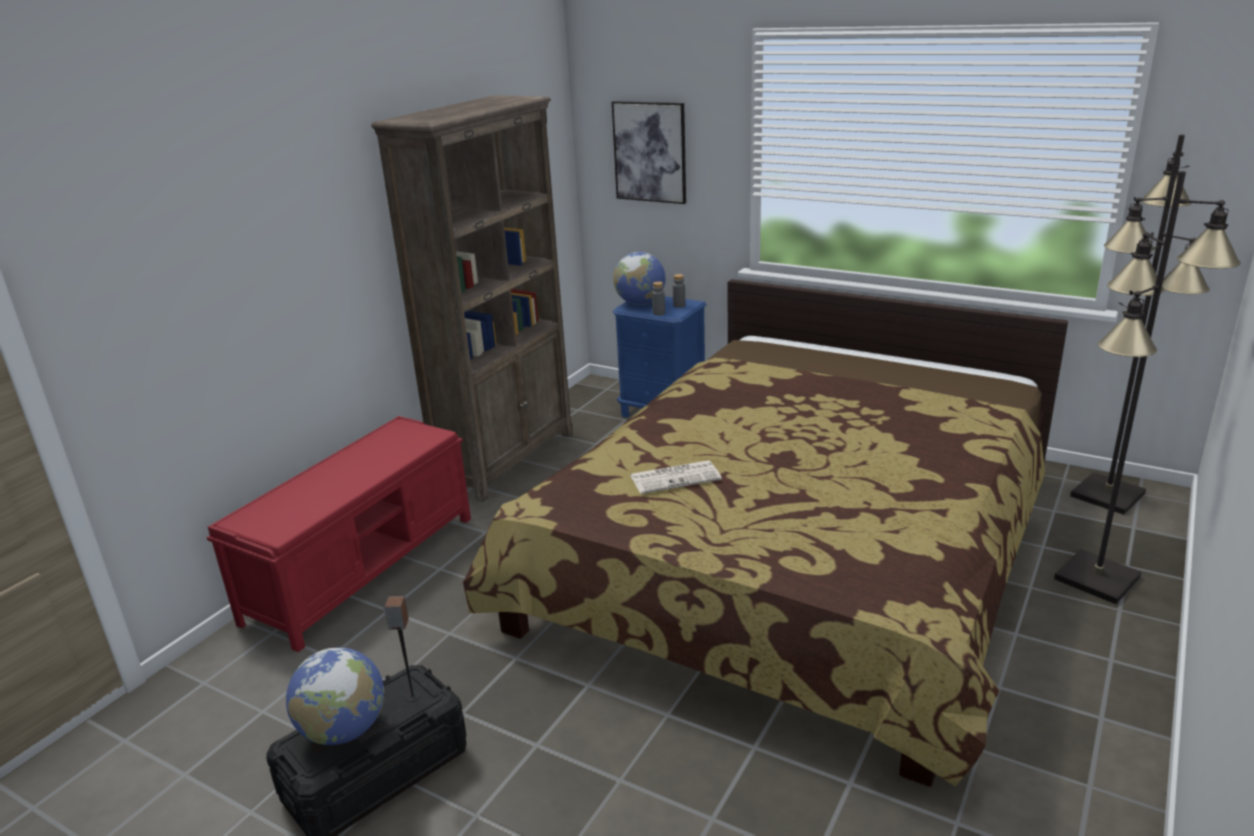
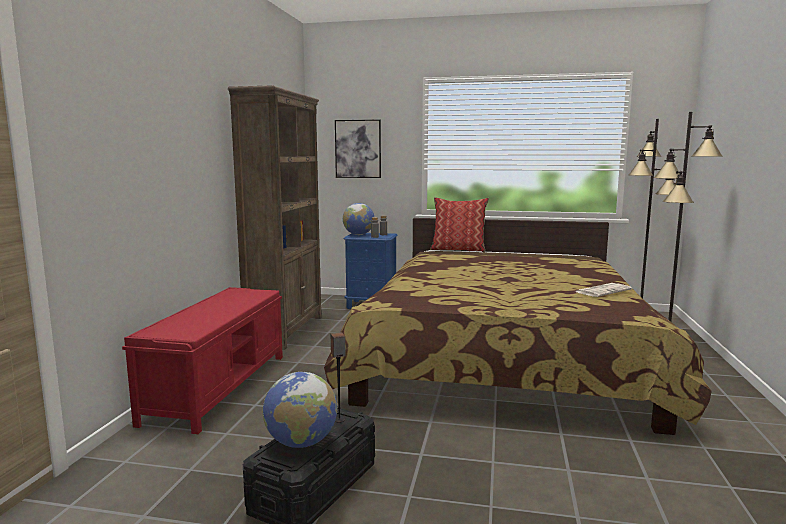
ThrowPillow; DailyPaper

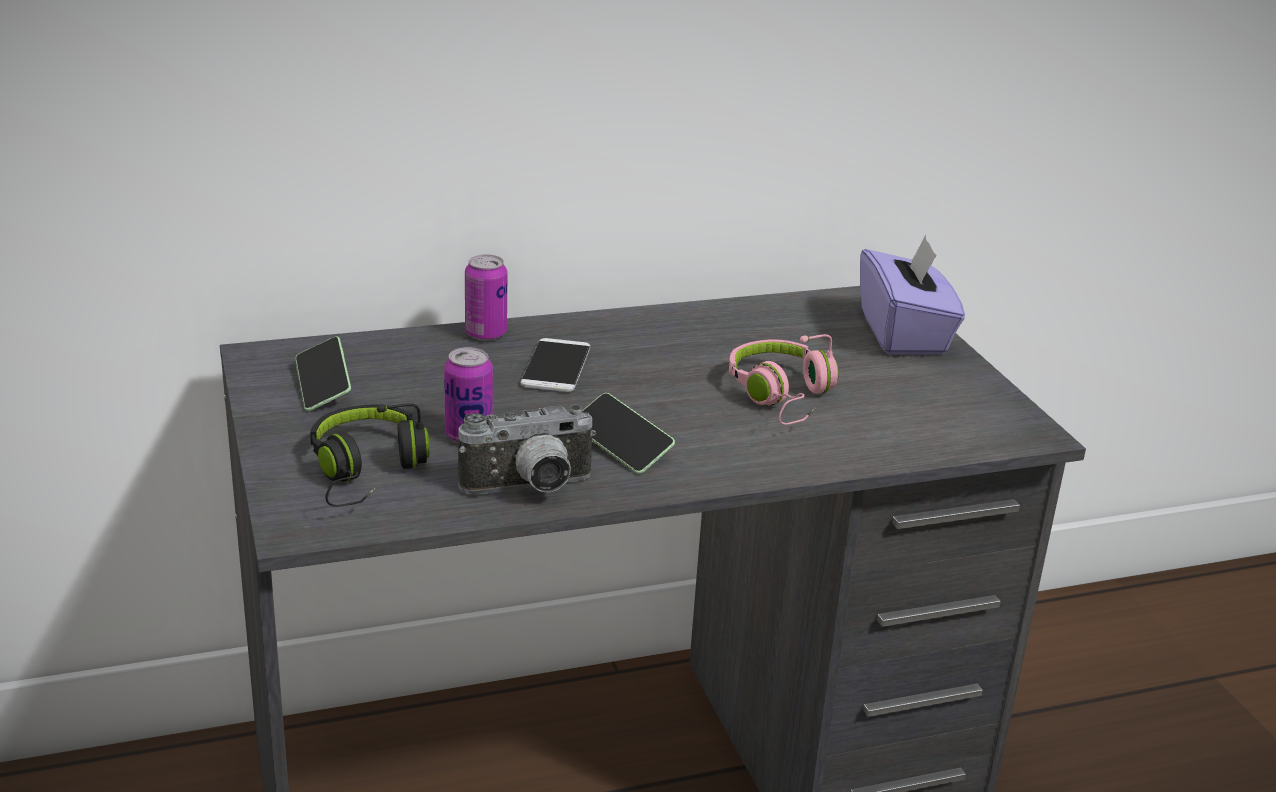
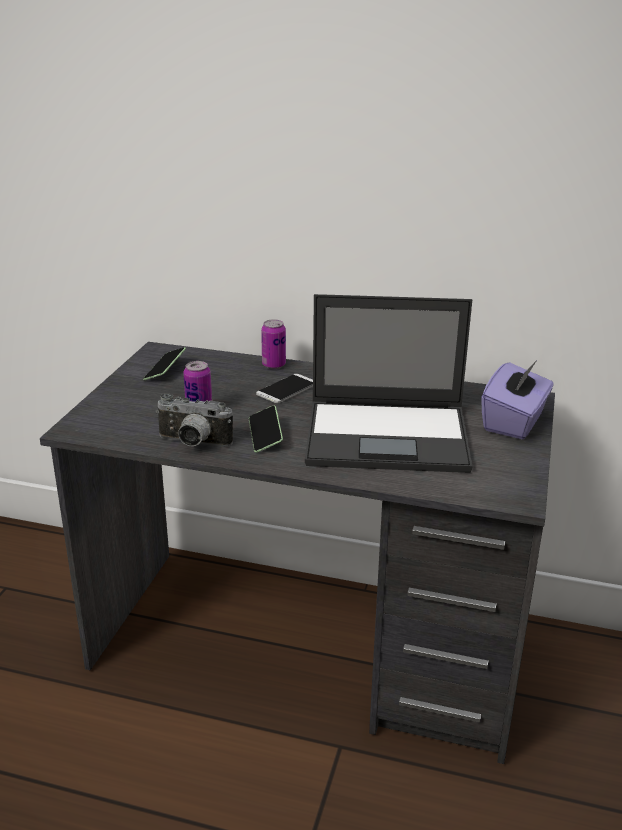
NotebookComputer; BlackPairOfHeadphones

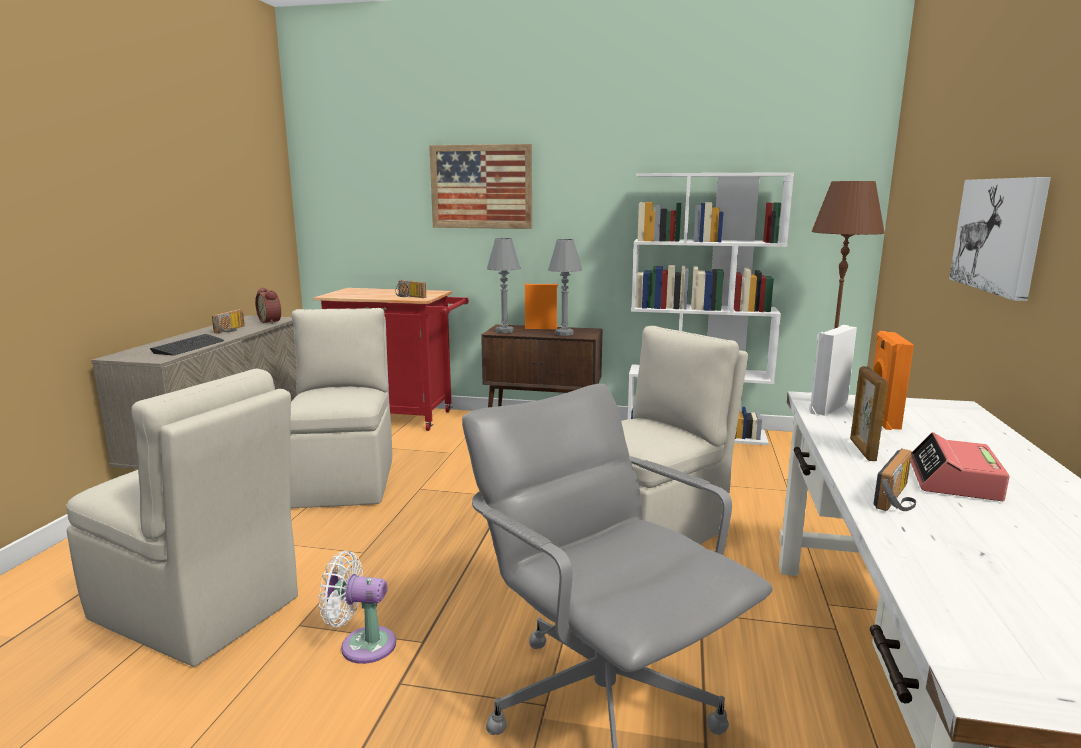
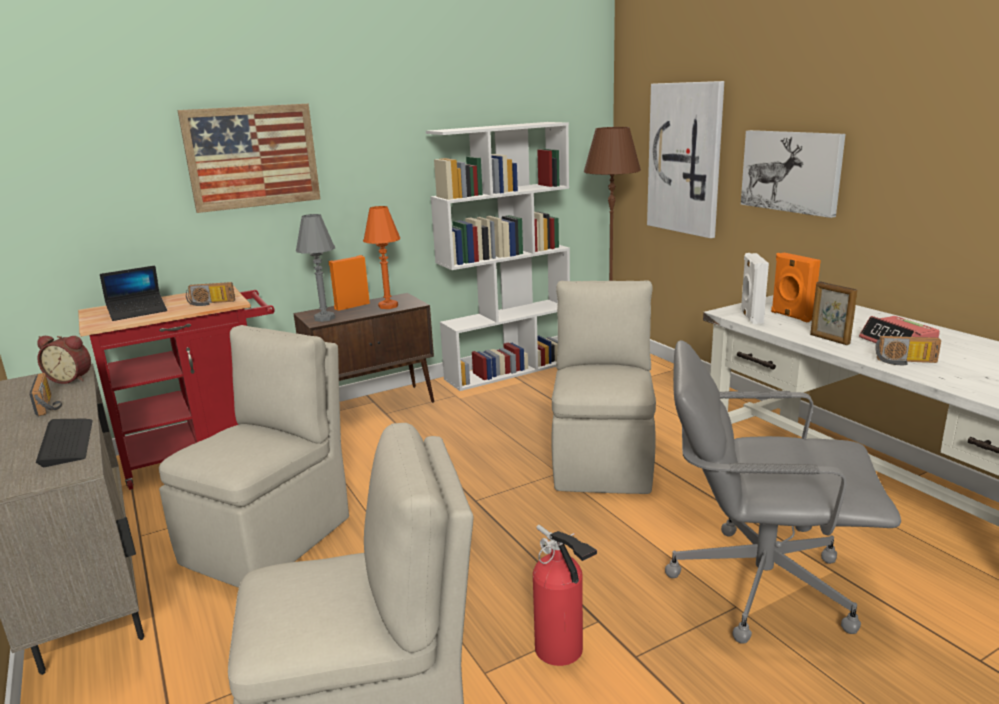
NotebookComputer; BeigeColouredUprightChair (no. 1 from left); OrangeTabletopLamp; FireExtinguisher; WallPicture (no. 2 from left); RadioSet (no. 3 from left)

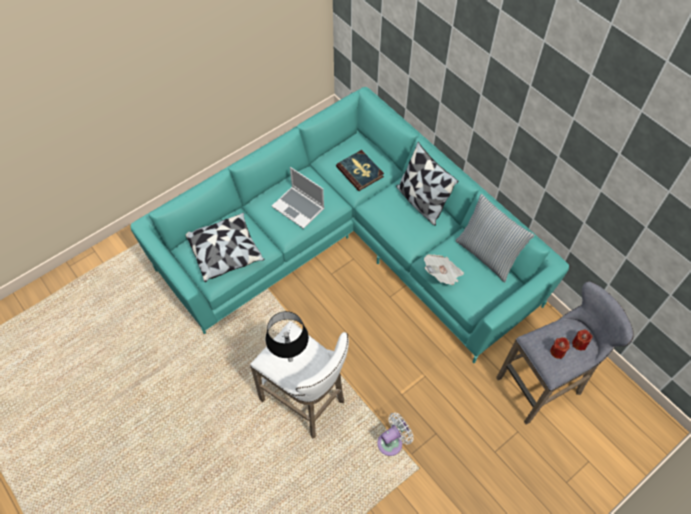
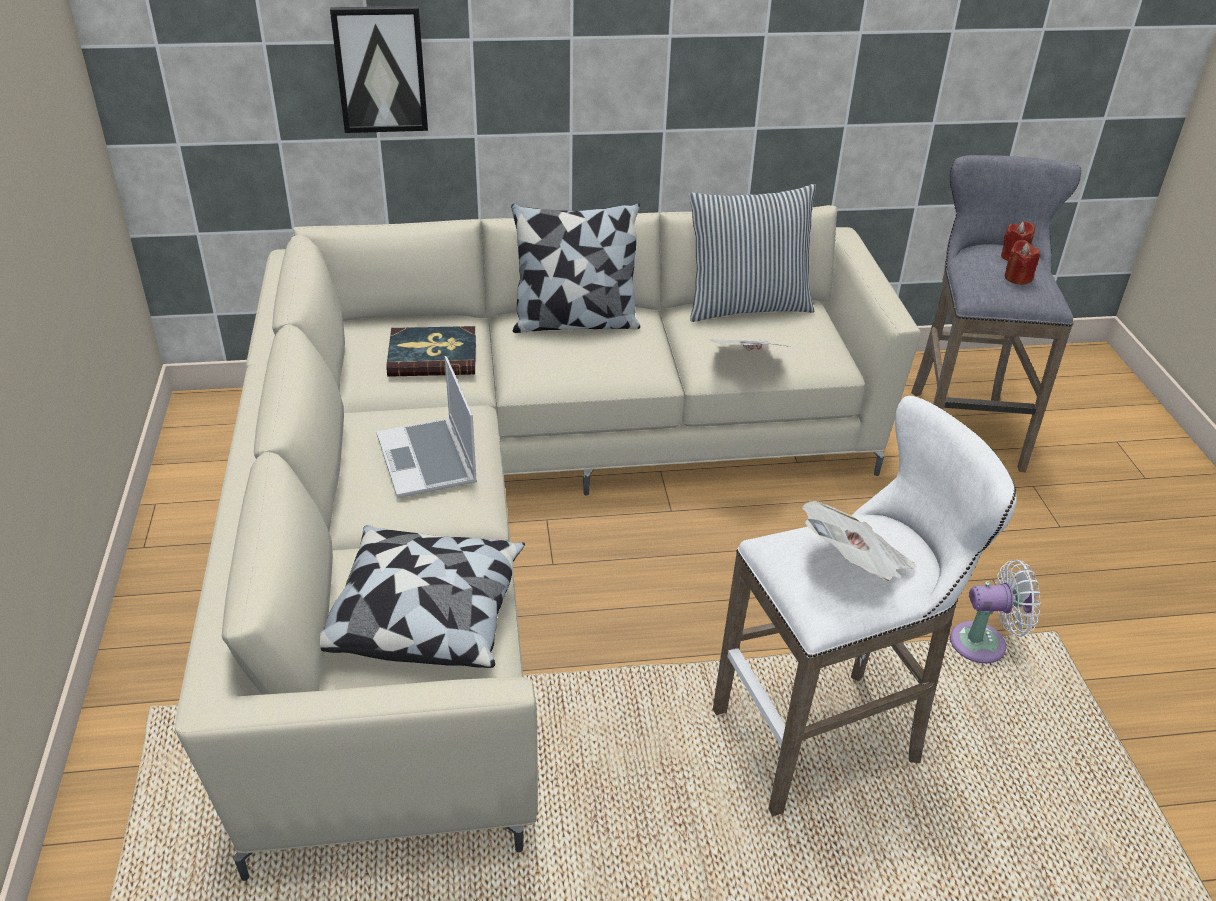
BeigeColouredCouch; WallPicture; NotebookComputer; DailyPaper (no. 2 from left); WhitishElectricFan

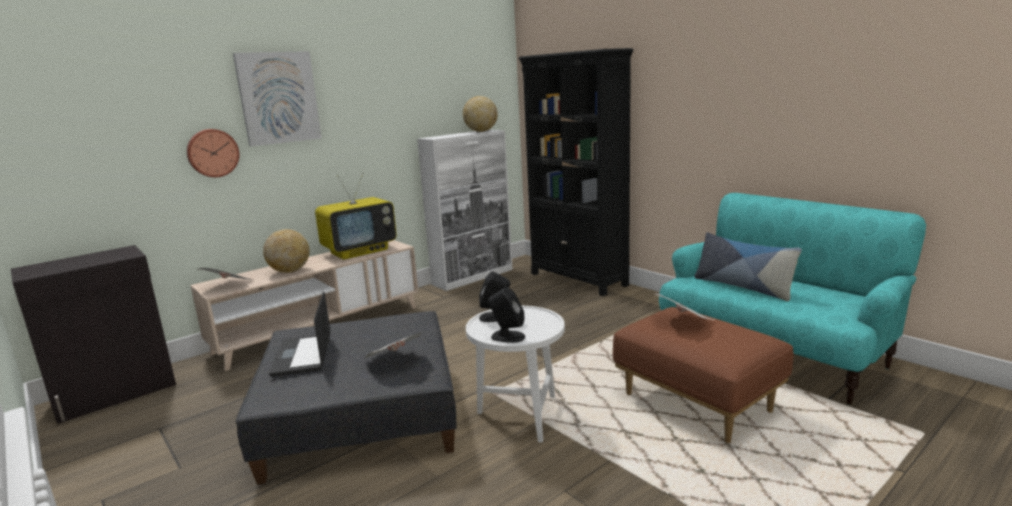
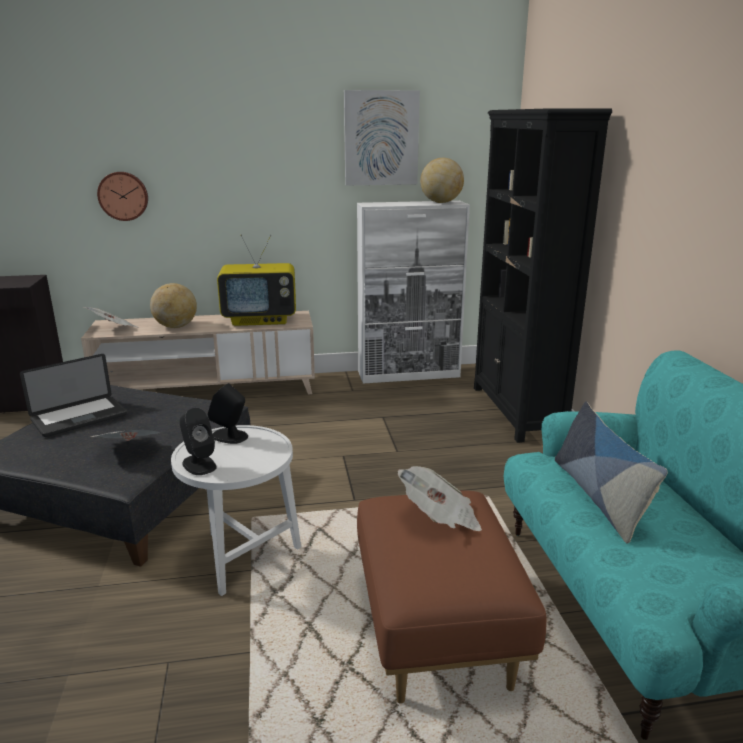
NotebookComputer; WallPicture

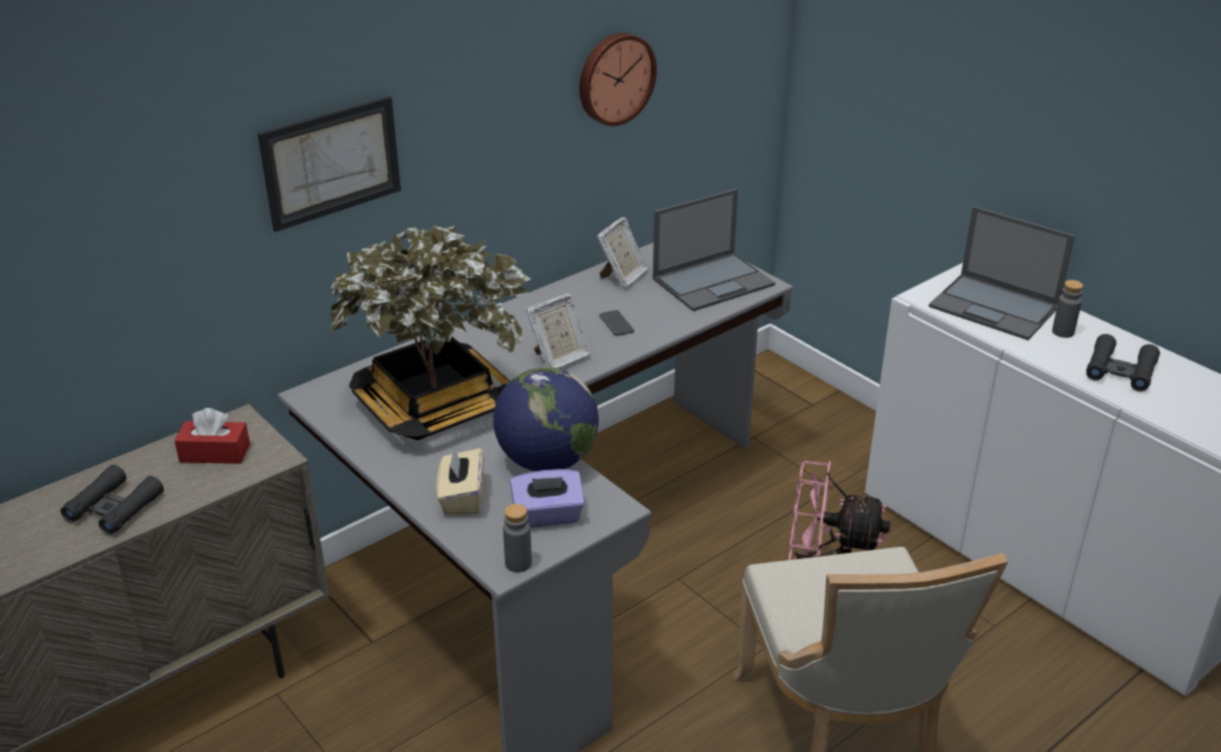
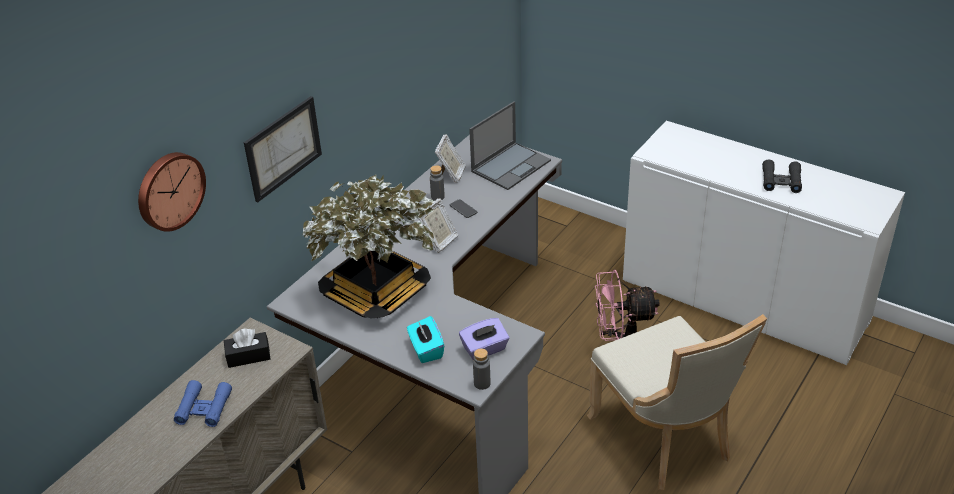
WallClock; BluishBinoculars; BlackTissueBox; TurquoiseColouredTissueBox; GreyishDrinkBottle (no. 1 from left); Globe; NotebookComputer (no. 2 from left in the first image)

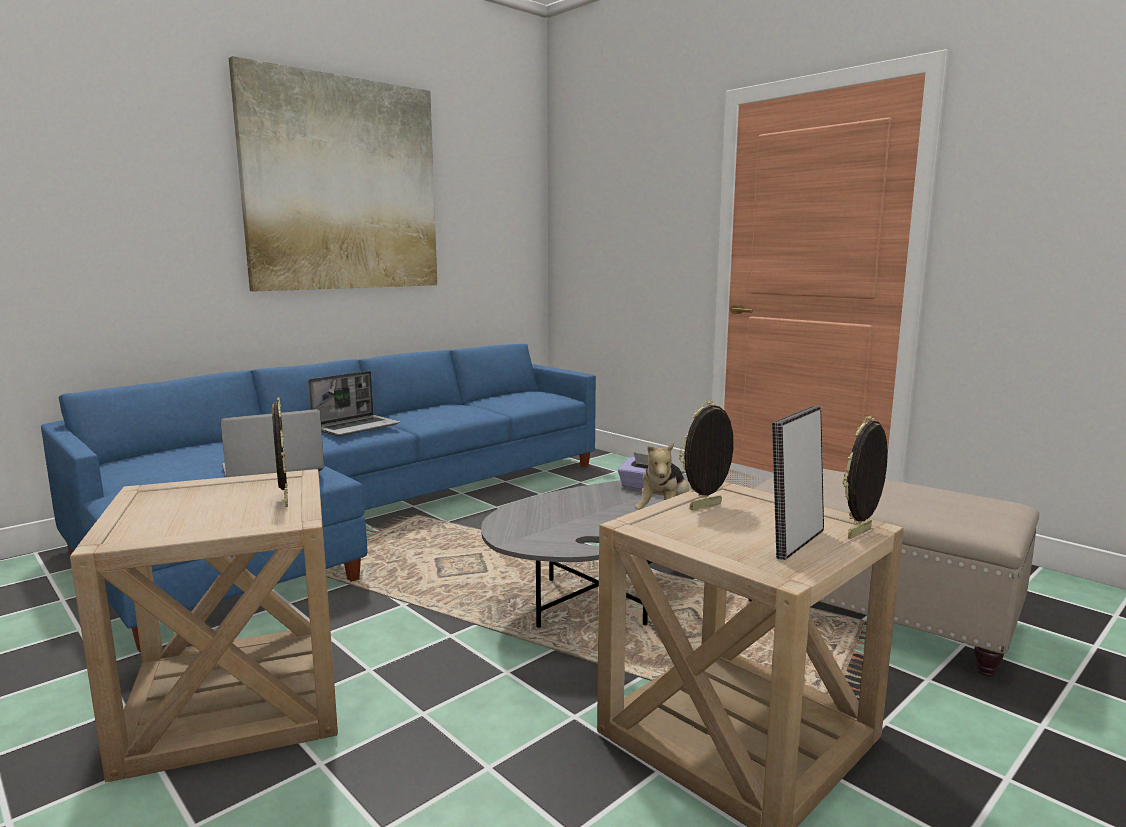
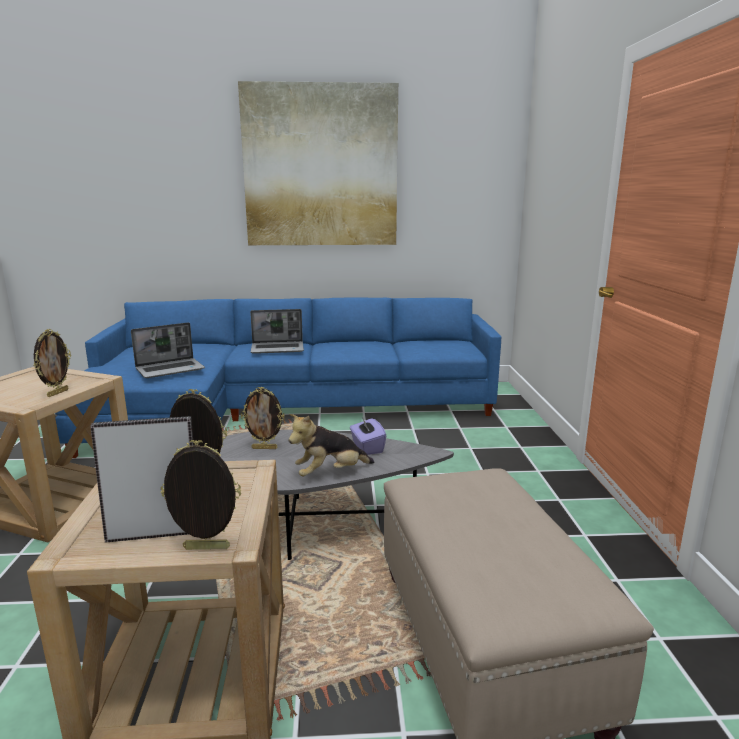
NotebookComputer (no. 1 from left); PhotoFrame (no. 5 from left)

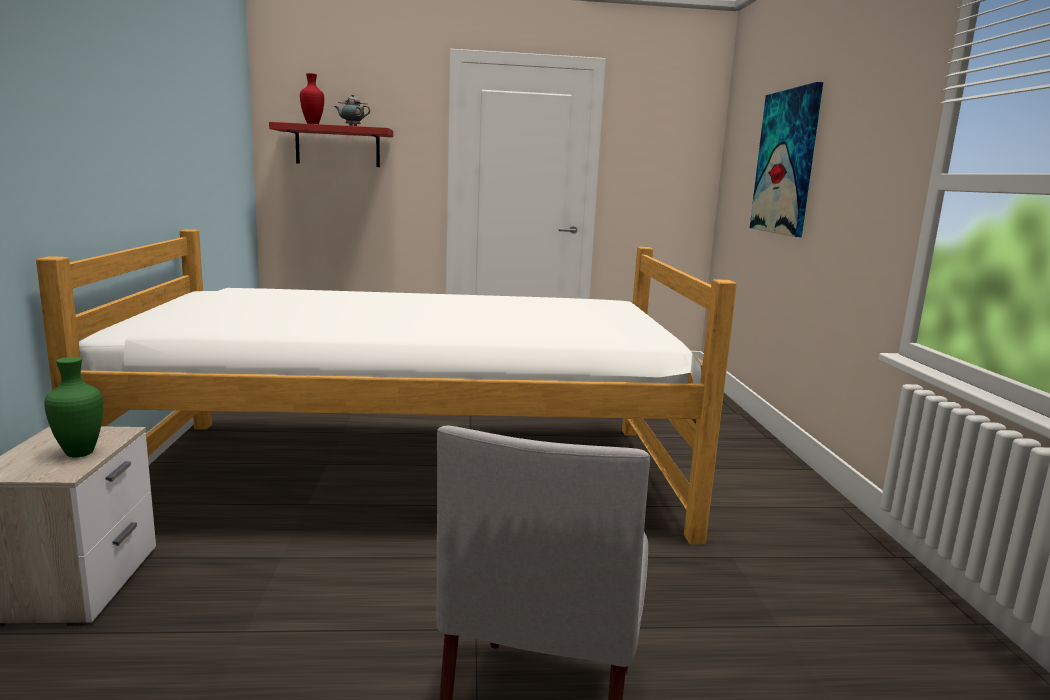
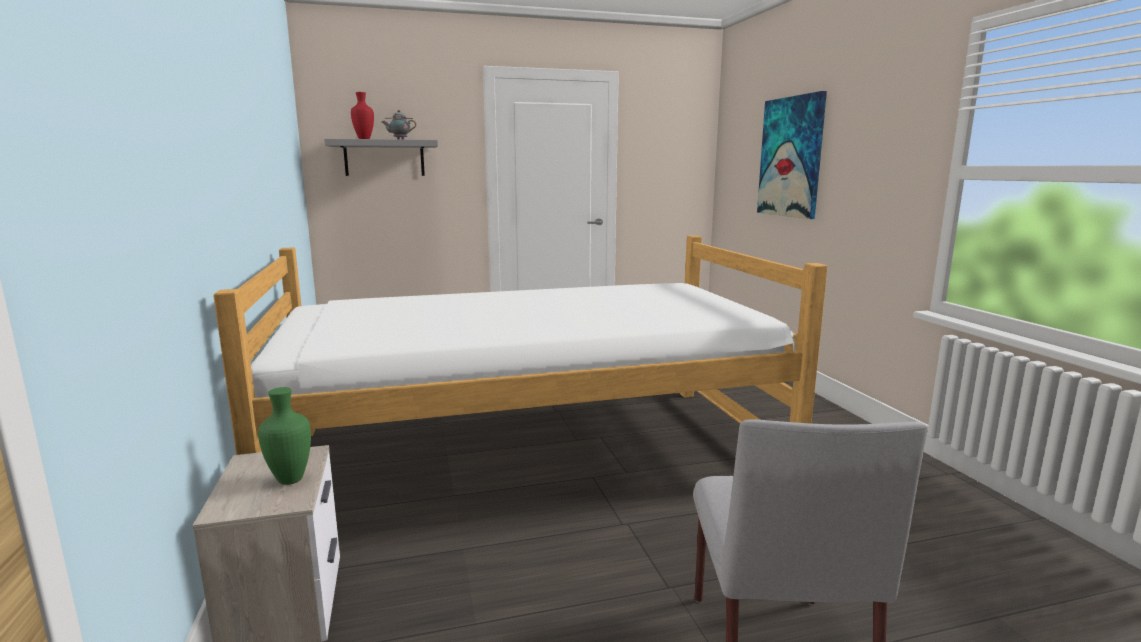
GreyishBracketShelf

